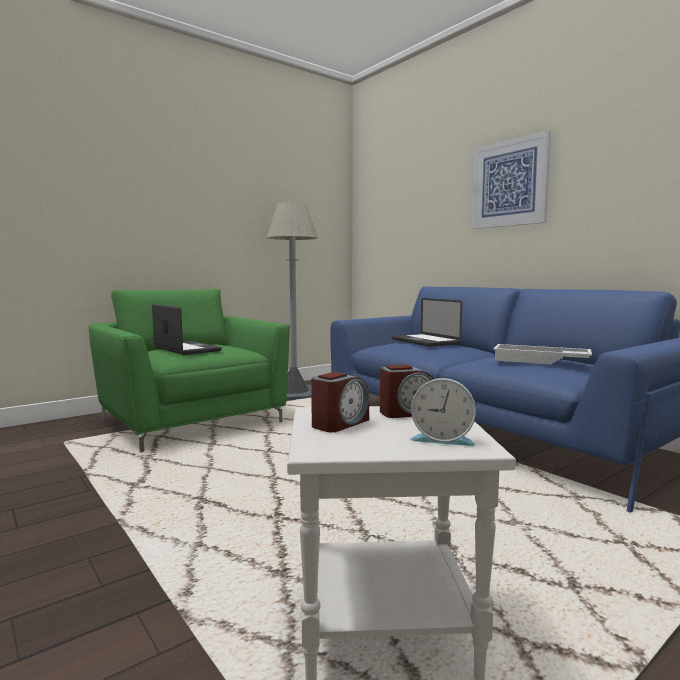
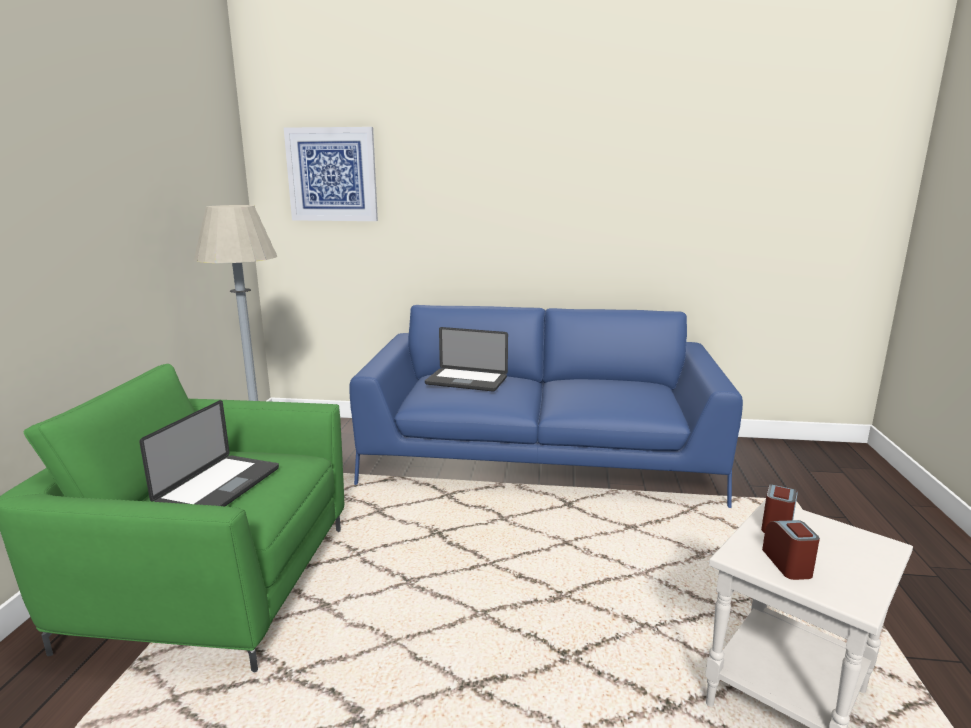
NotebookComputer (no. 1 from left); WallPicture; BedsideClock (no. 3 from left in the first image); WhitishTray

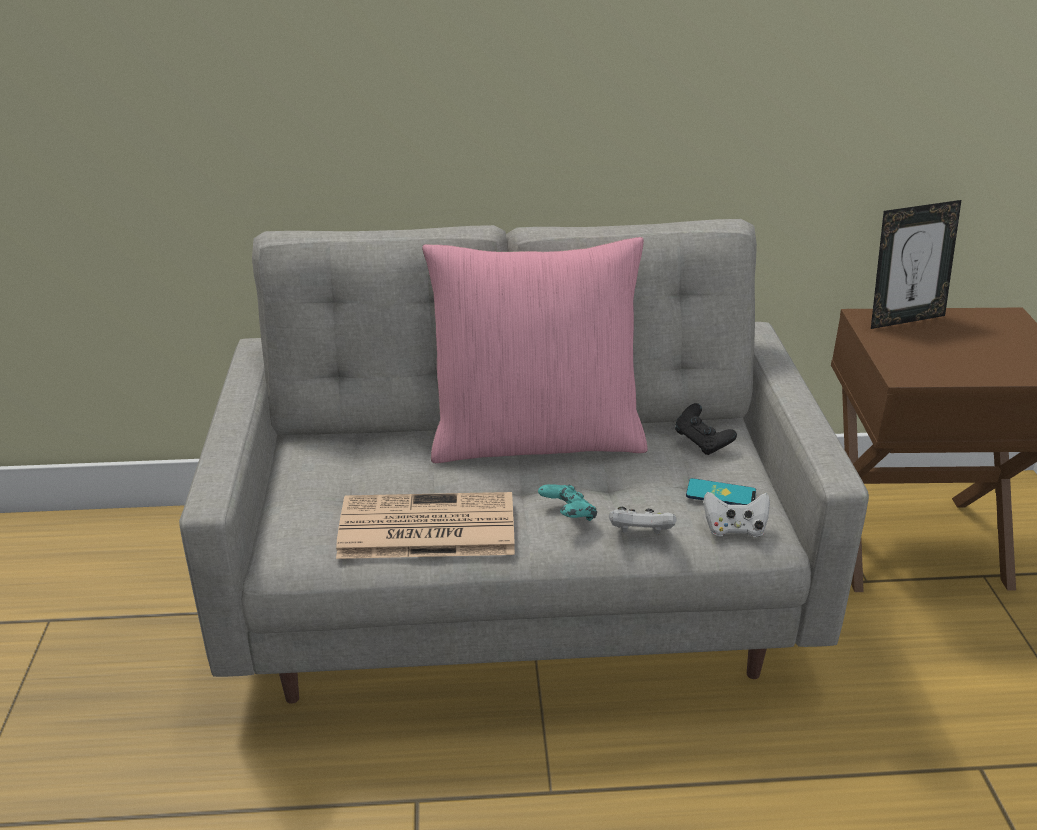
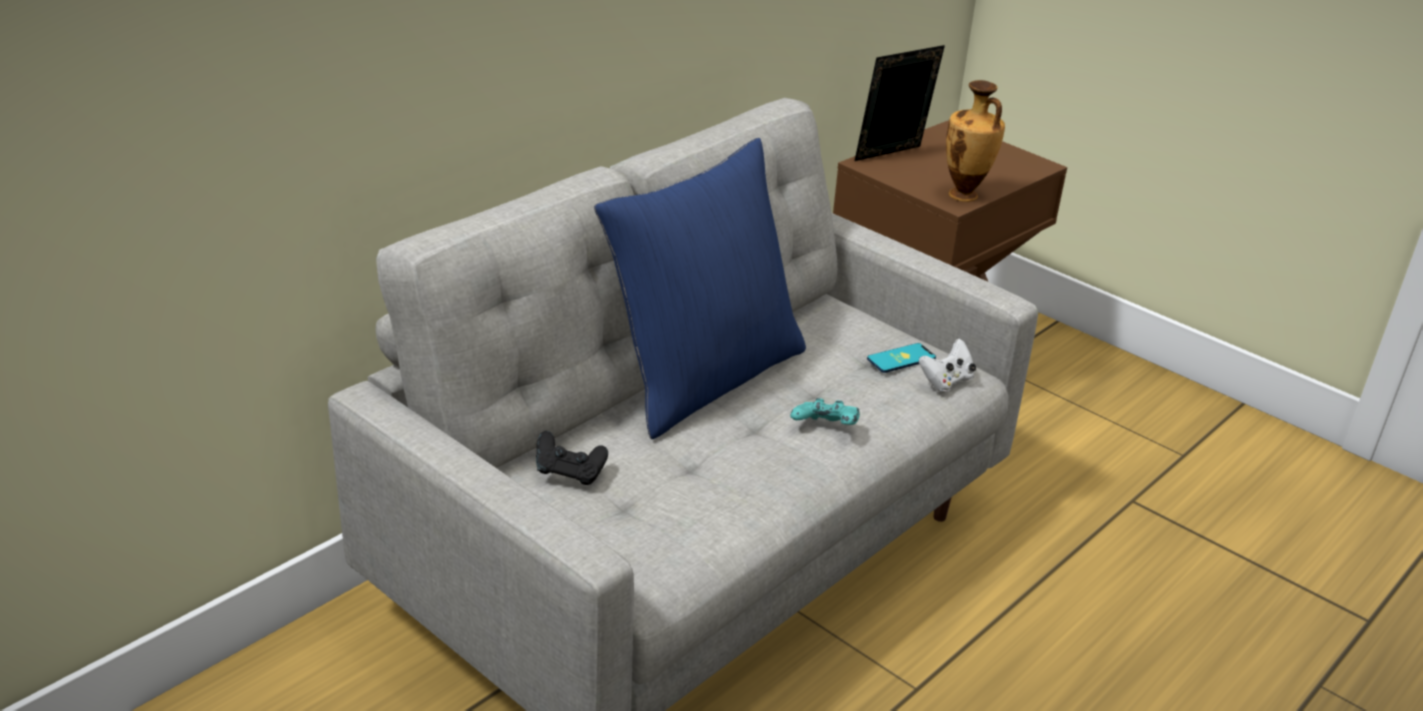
BlackJoypad; BluishThrowPillow; PhotoFrame; FlowerVase; DailyPaper; WhitishJoypad (no. 1 from left in the first image)

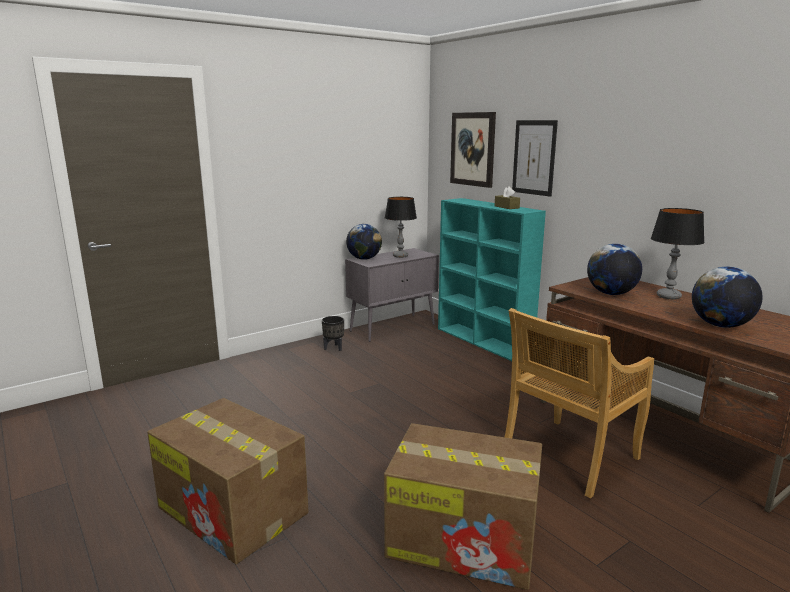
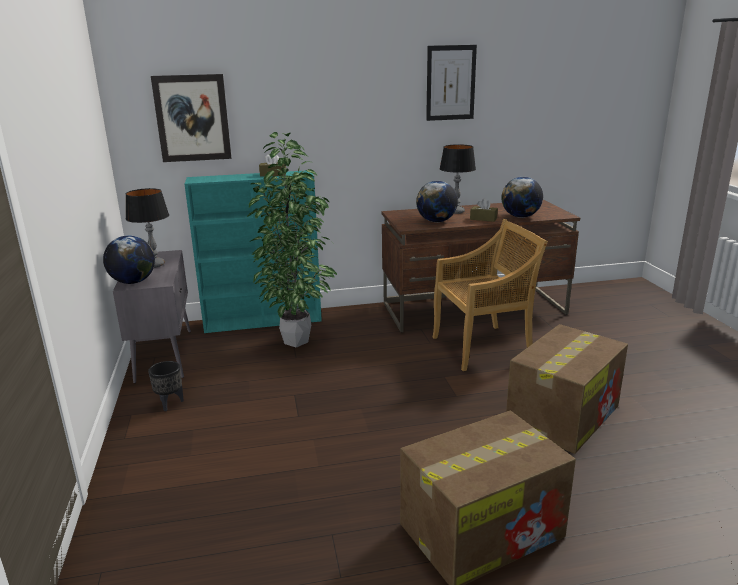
PottedPlant; WallPicture (no. 2 from left); BeigeColouredUprightChair; BrownColouredTissueBox (no. 2 from left)

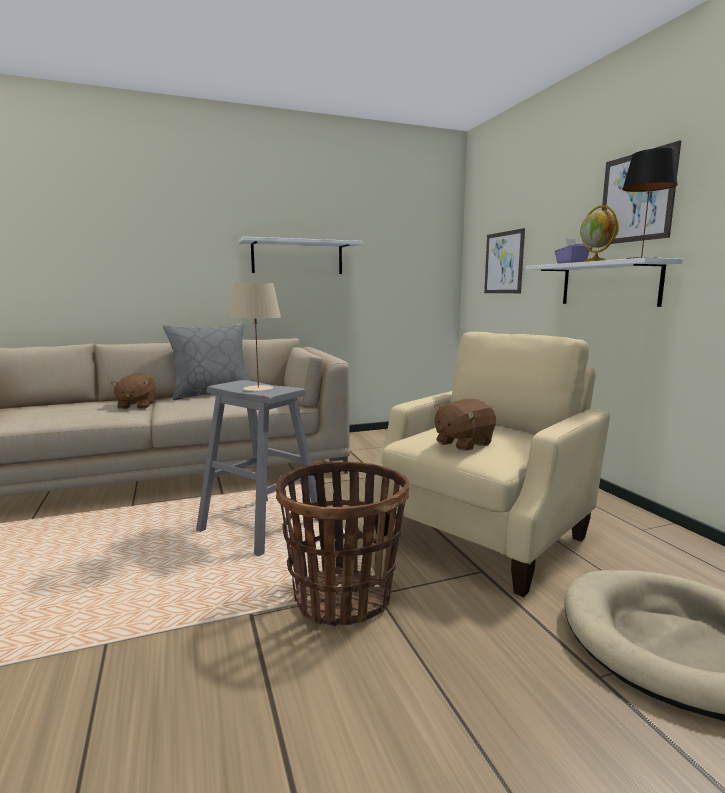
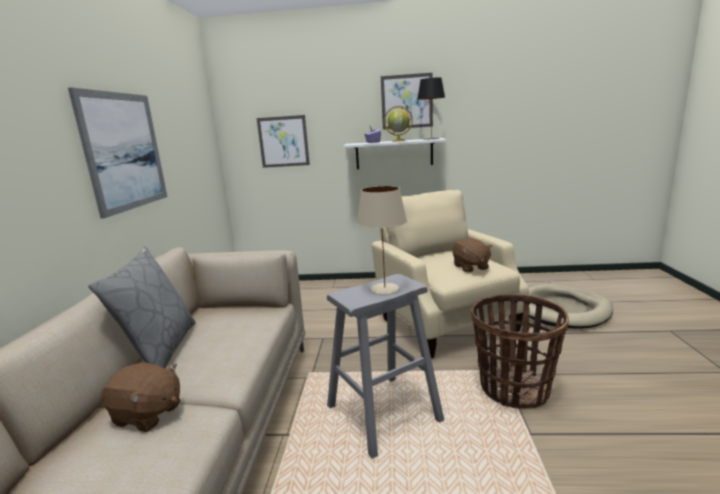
WallPicture (no. 1 from left)

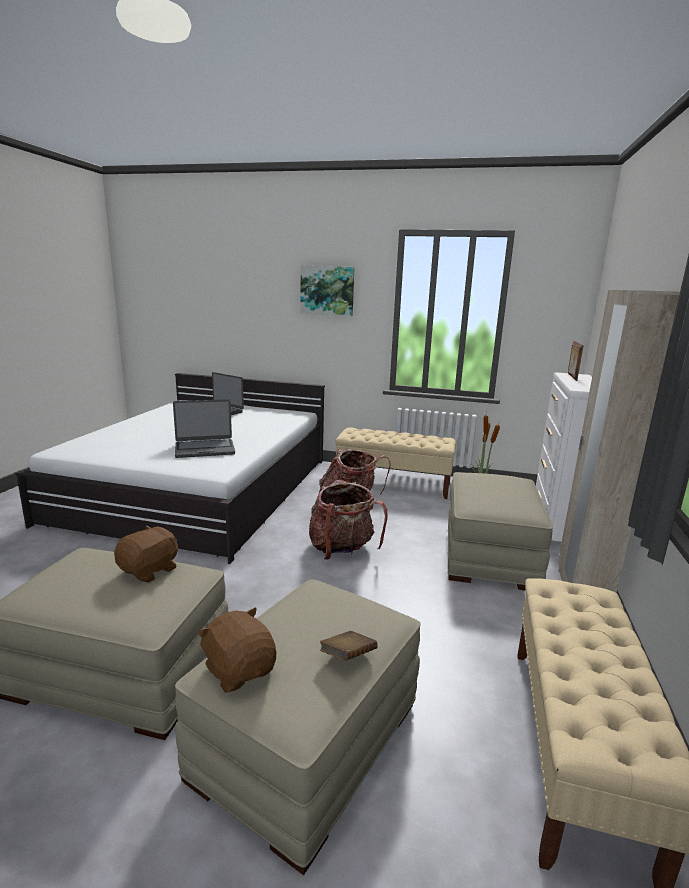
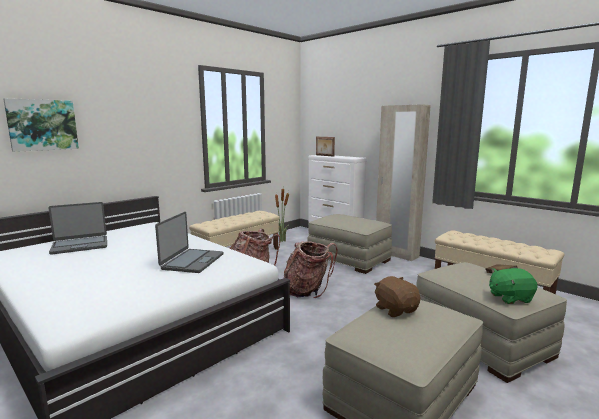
WallPicture; GreenPlushToy

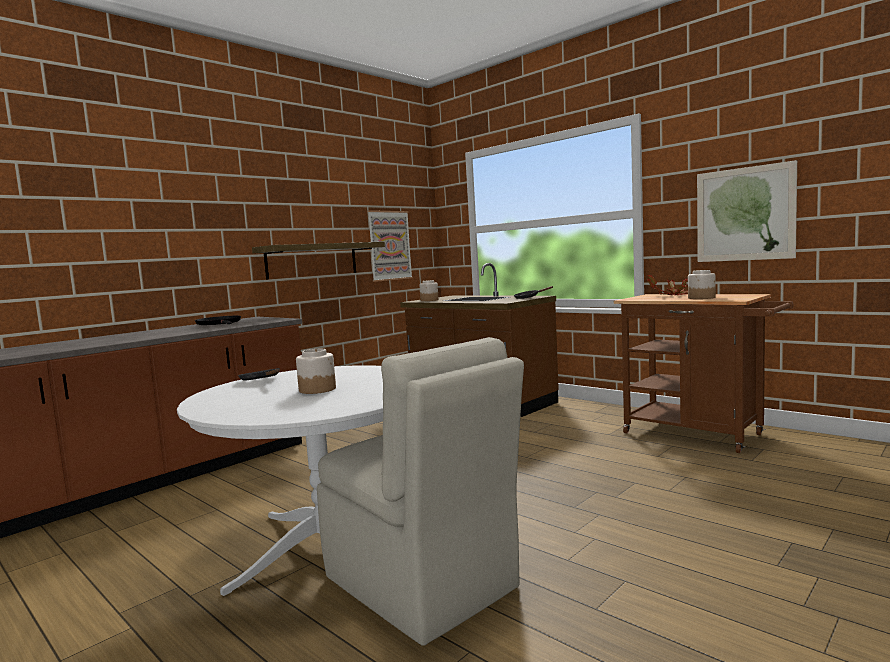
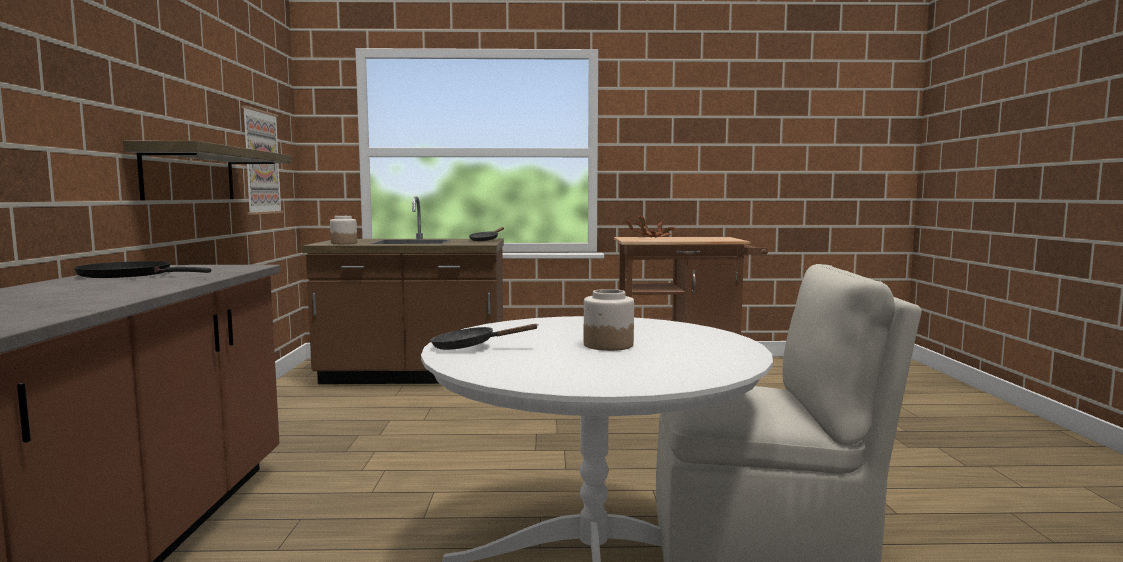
StorageJar (no. 3 from left in the first image); WallPicture (no. 2 from left in the first image)

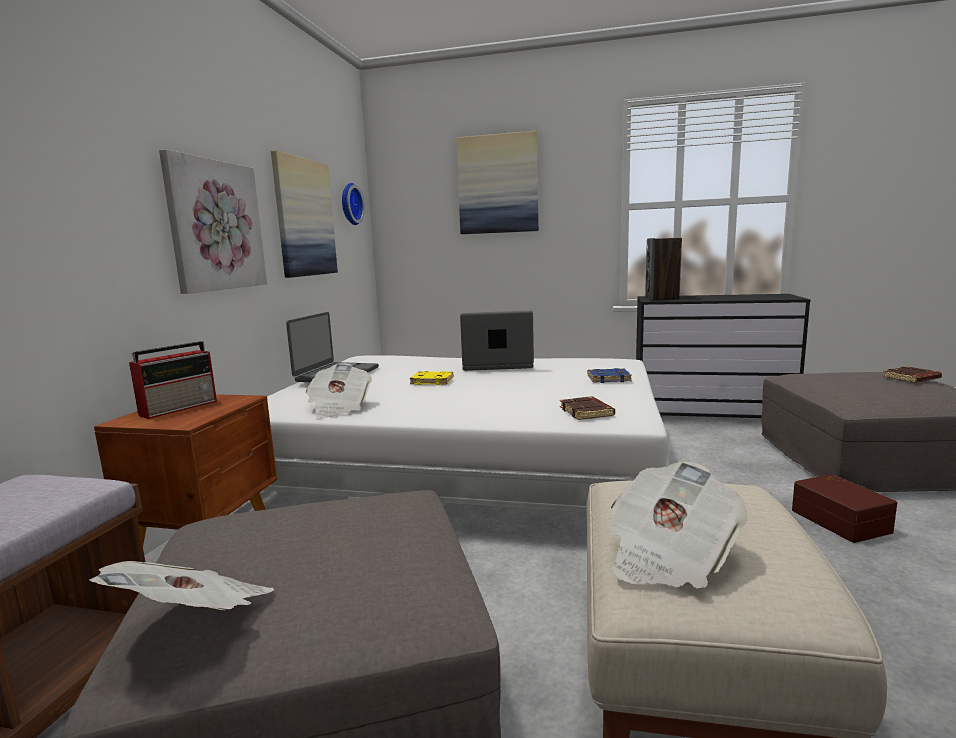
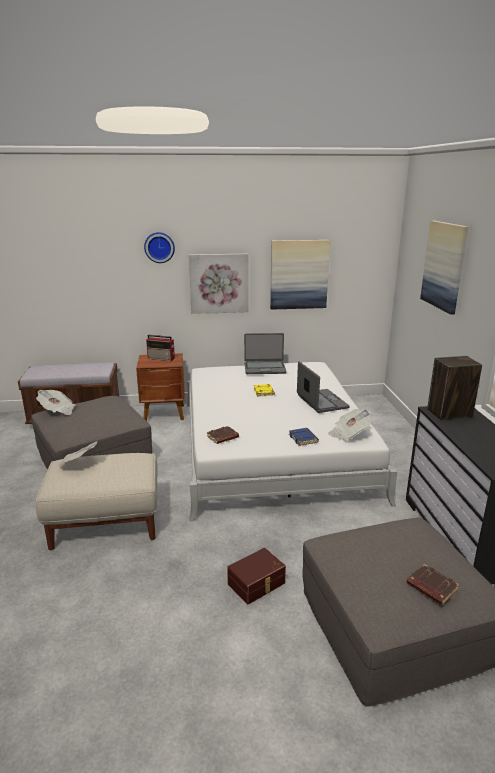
WallClock; DailyPaper (no. 3 from left)

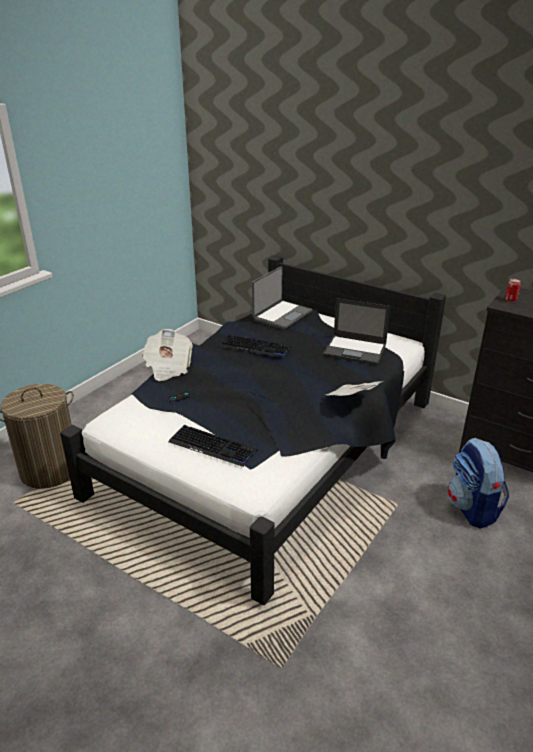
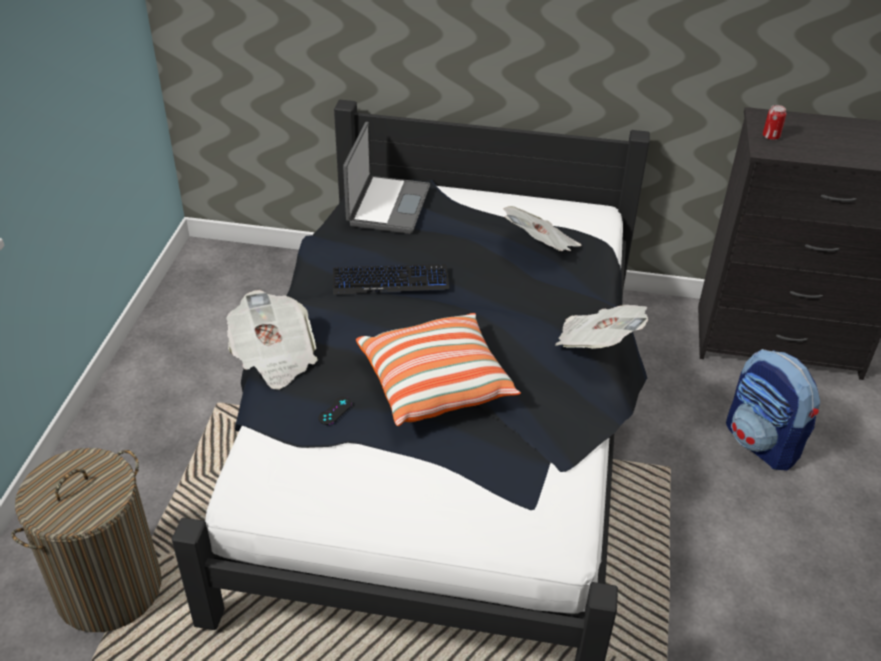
ThrowPillow; DailyPaper (no. 2 from left); PcKeyboard (no. 1 from left in the first image)

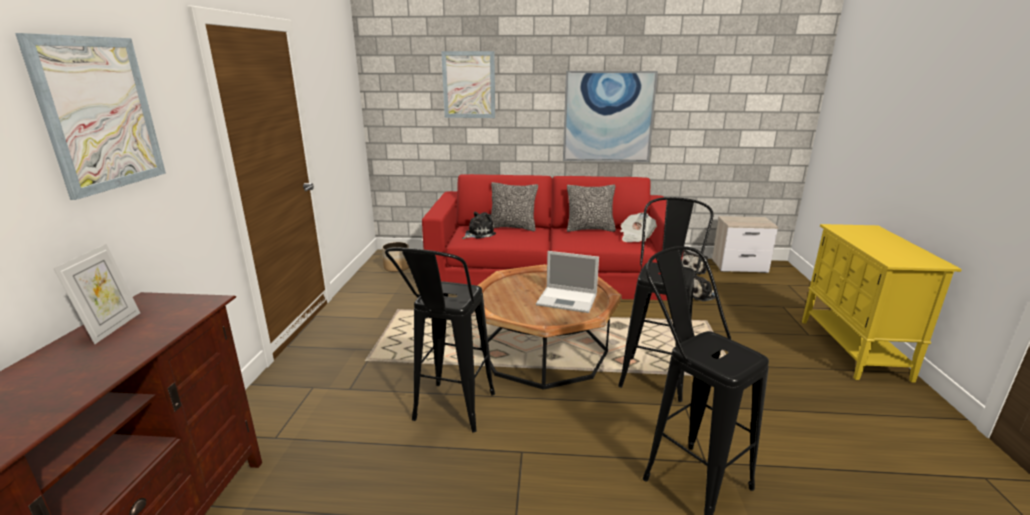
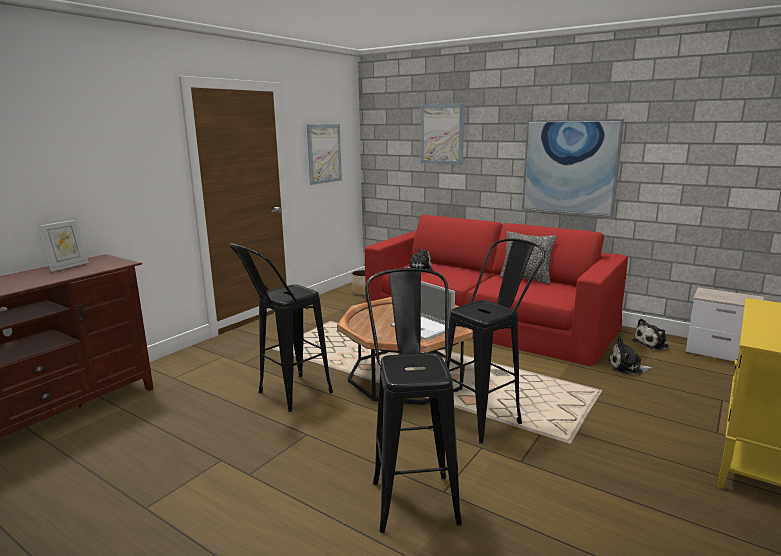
WallPicture (no. 1 from left); ThrowPillow (no. 1 from left in the first image); DailyPaper

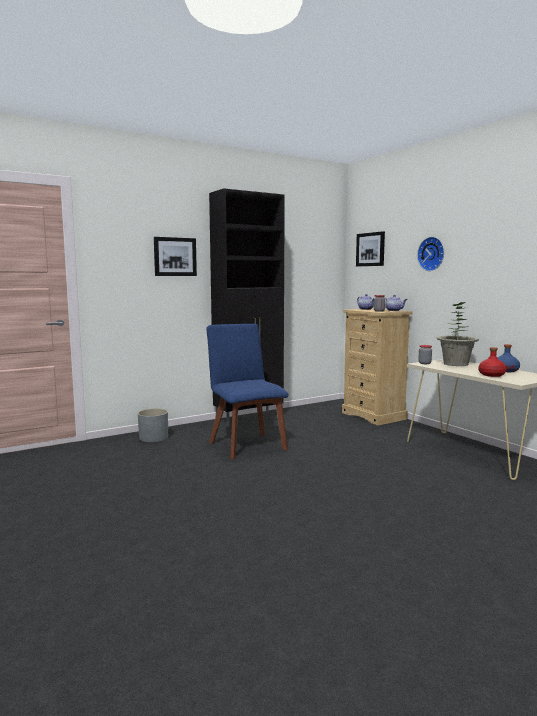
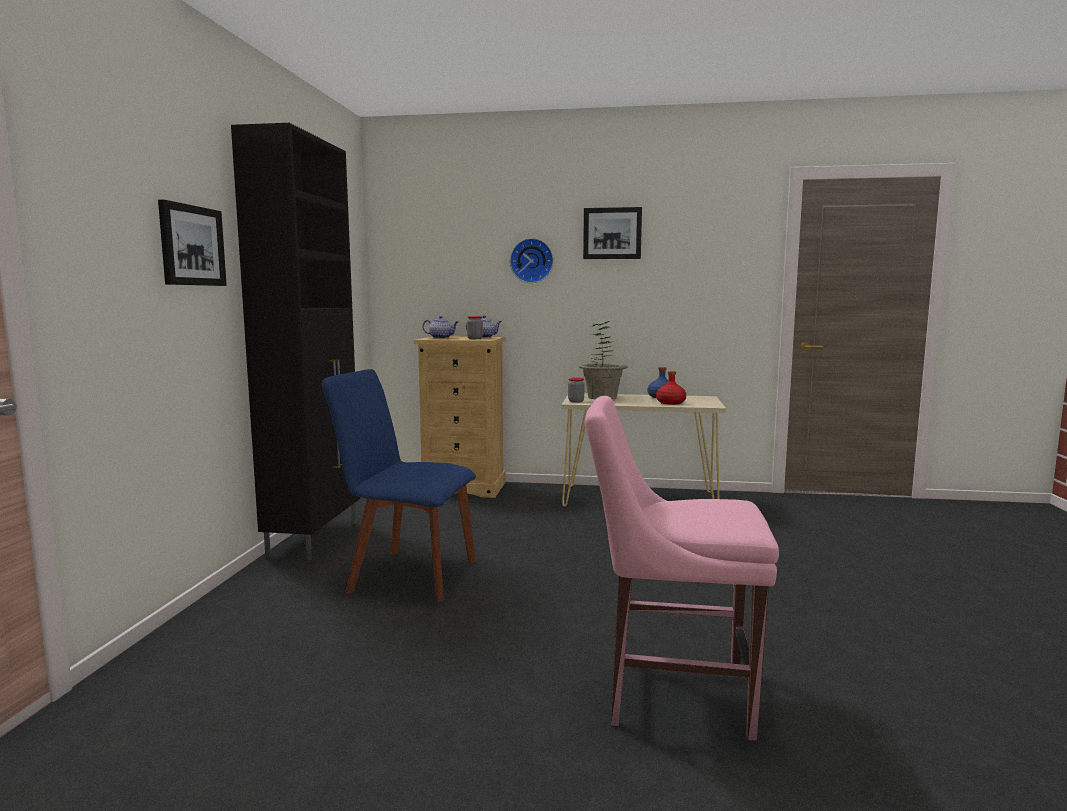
WallPicture (no. 2 from left); PinkishUprightChair; GreyishPlanter

